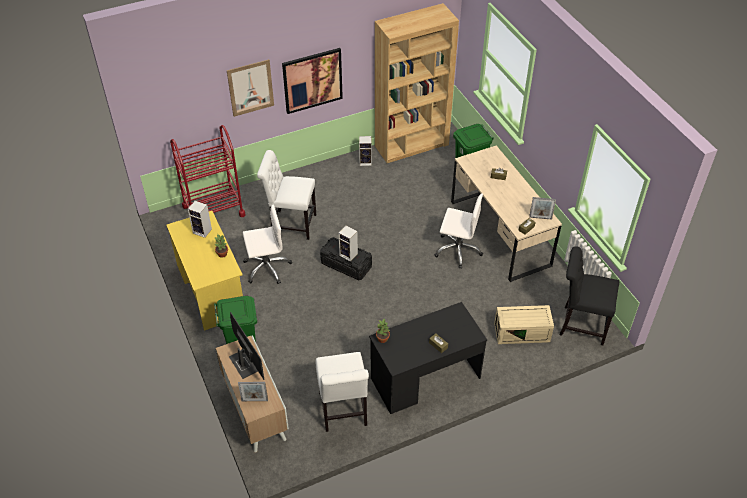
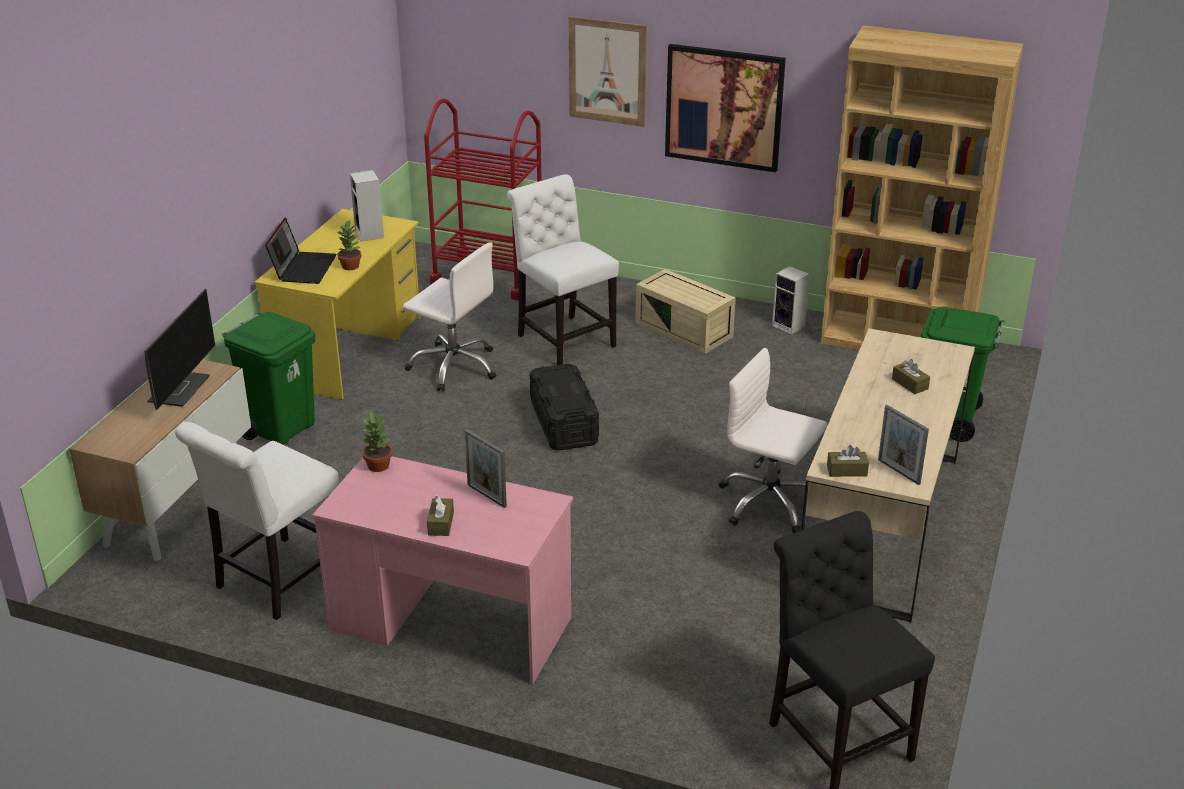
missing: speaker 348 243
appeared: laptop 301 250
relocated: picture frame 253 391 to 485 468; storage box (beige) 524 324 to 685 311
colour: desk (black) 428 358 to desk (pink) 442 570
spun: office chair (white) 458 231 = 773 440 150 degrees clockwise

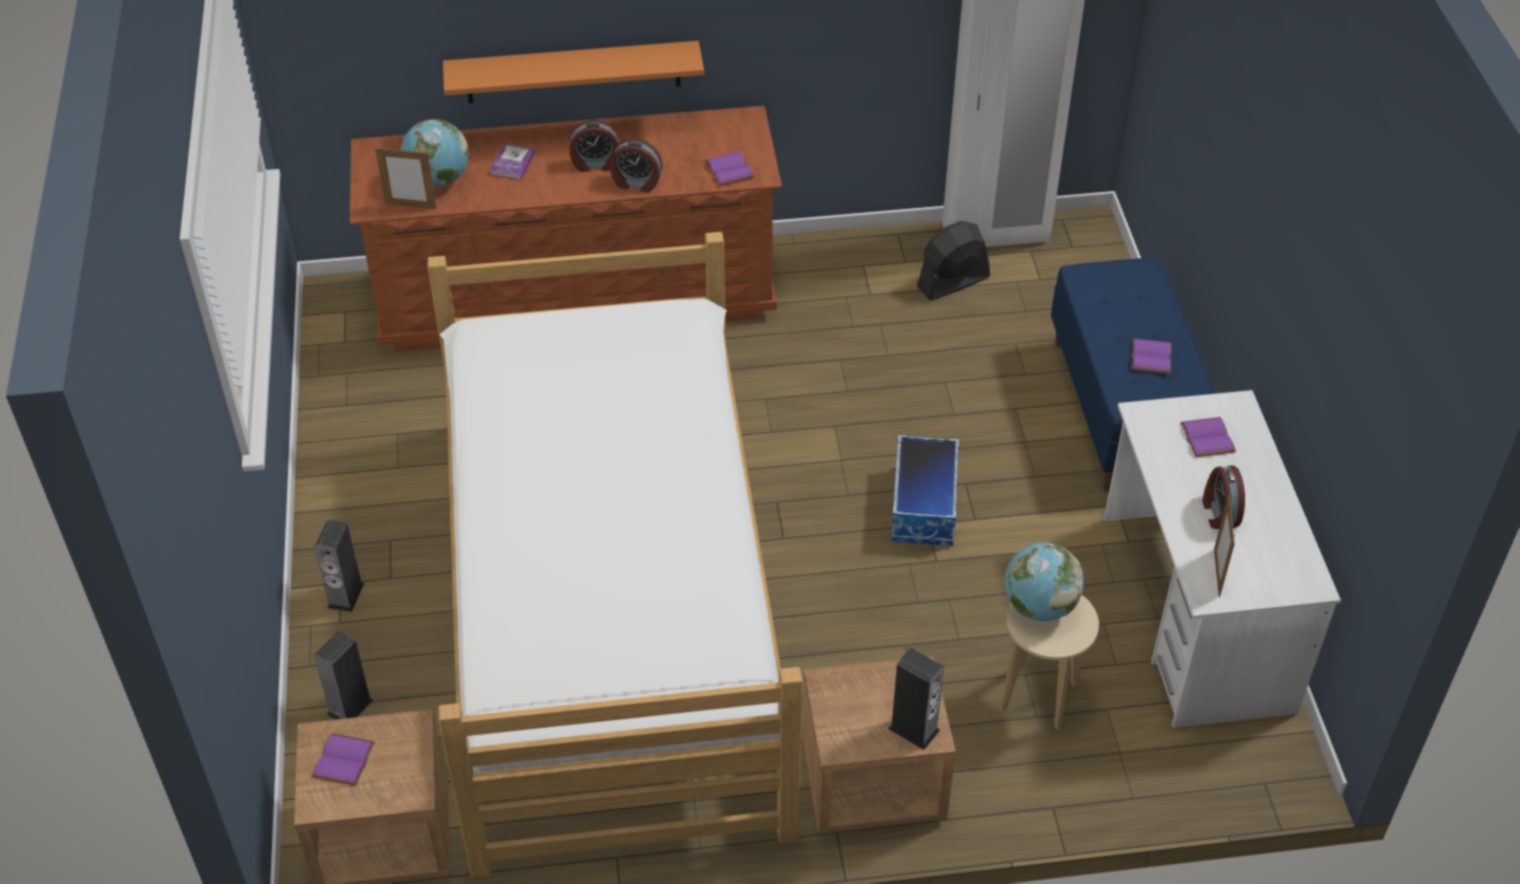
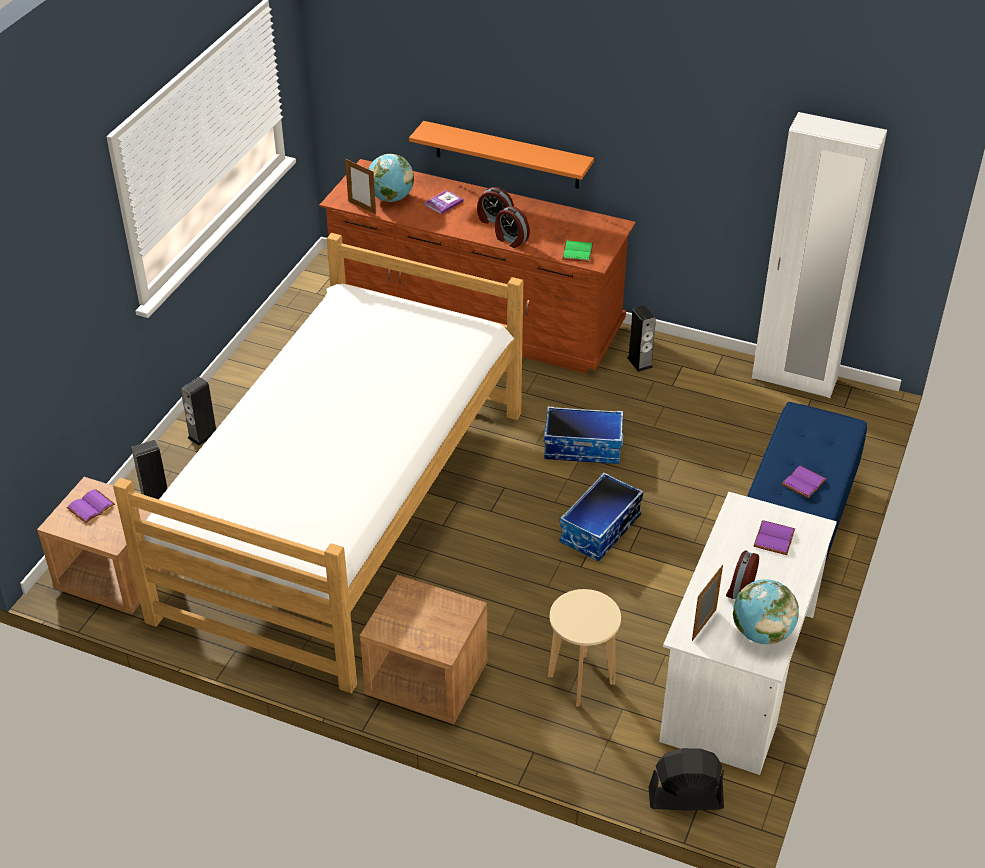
appeared: storage box 583 435
relocated: speaker 916 699 to 641 338; fan (black) 953 260 to 686 779; globe 1044 582 to 766 611
colour: book (purple) 729 169 to book (green) 577 251

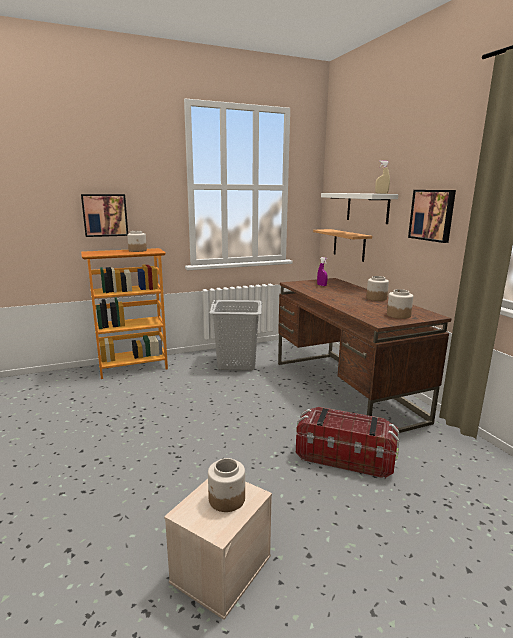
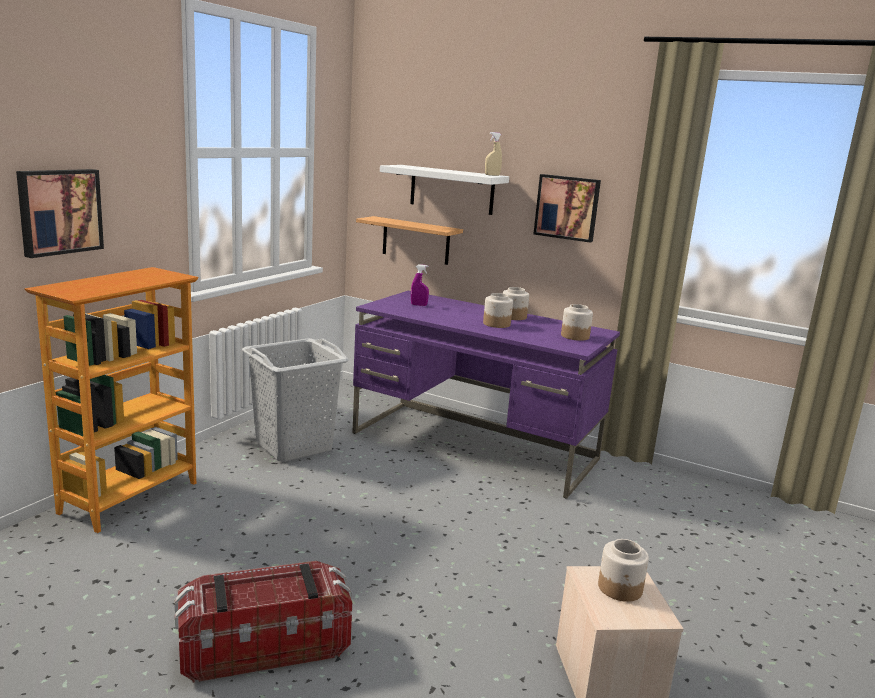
relocated: storage box 348 443 to 263 622; jar 137 241 to 498 310
colour: desk (brown) 364 355 to desk (purple) 486 395

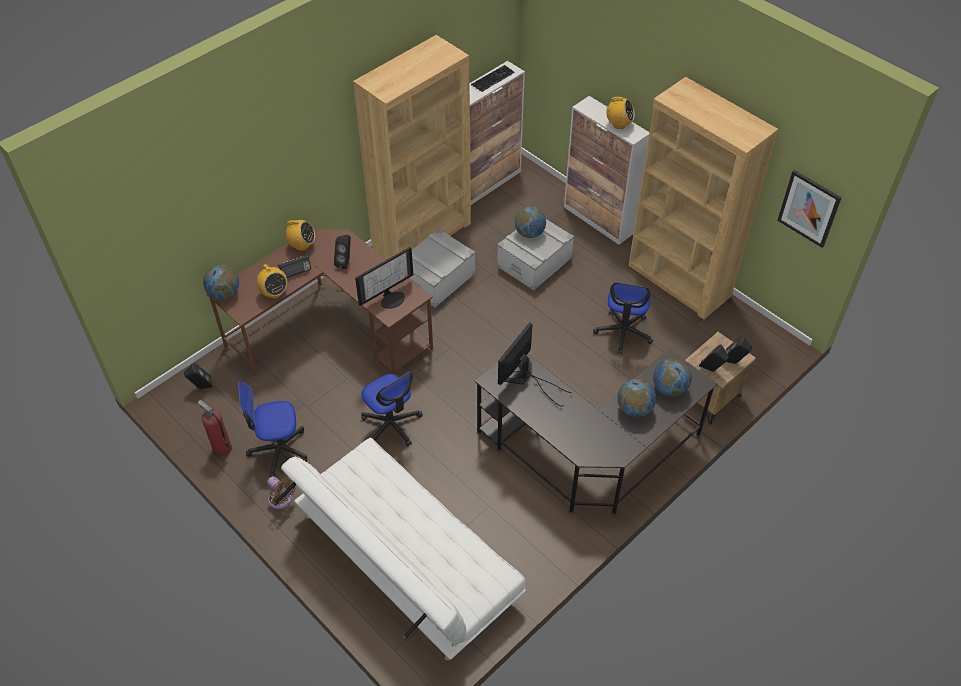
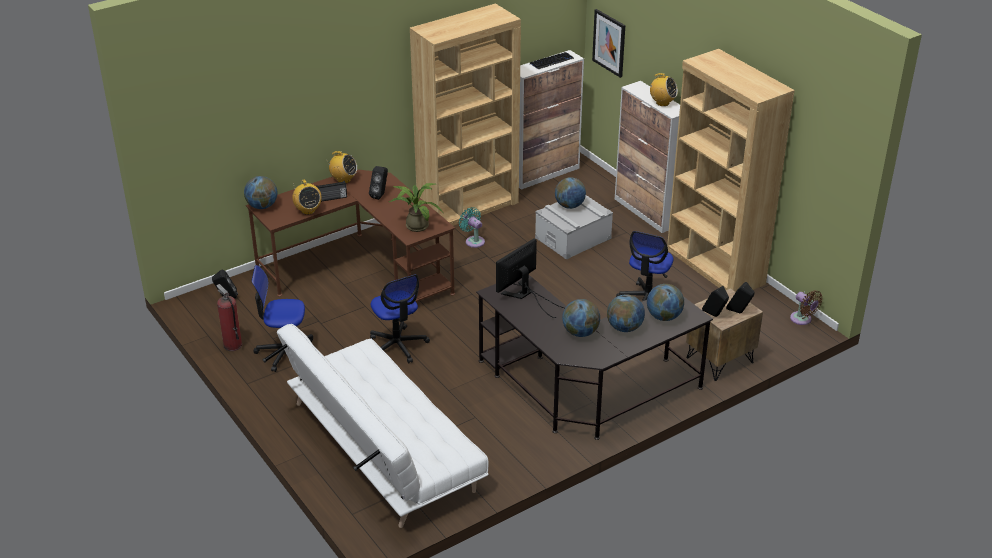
appeared: globe 581 318
relocated: picture 809 209 to 608 43; fan (brown) 281 492 to 806 307
exchanged: monitor 384 277 to potted plant 415 207; storage box (grey) 442 267 to fan (turquoise) 472 227

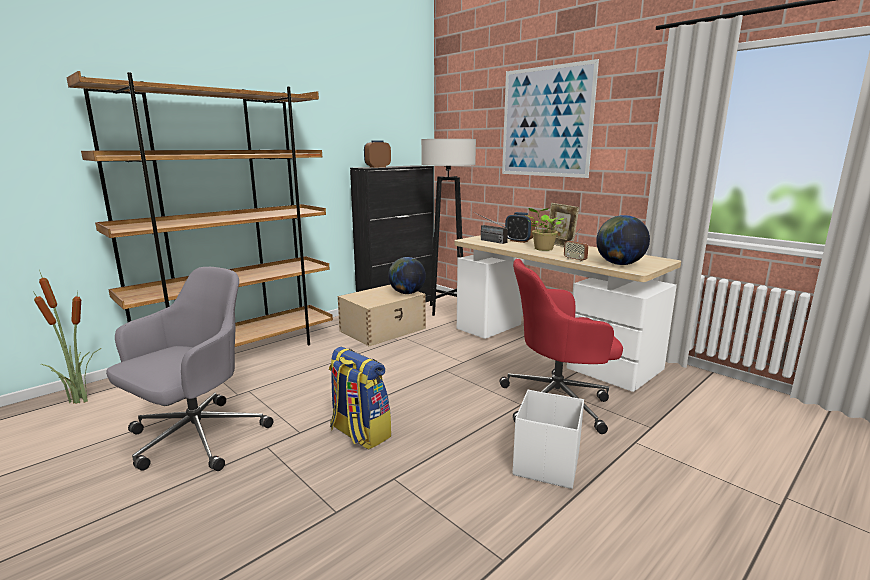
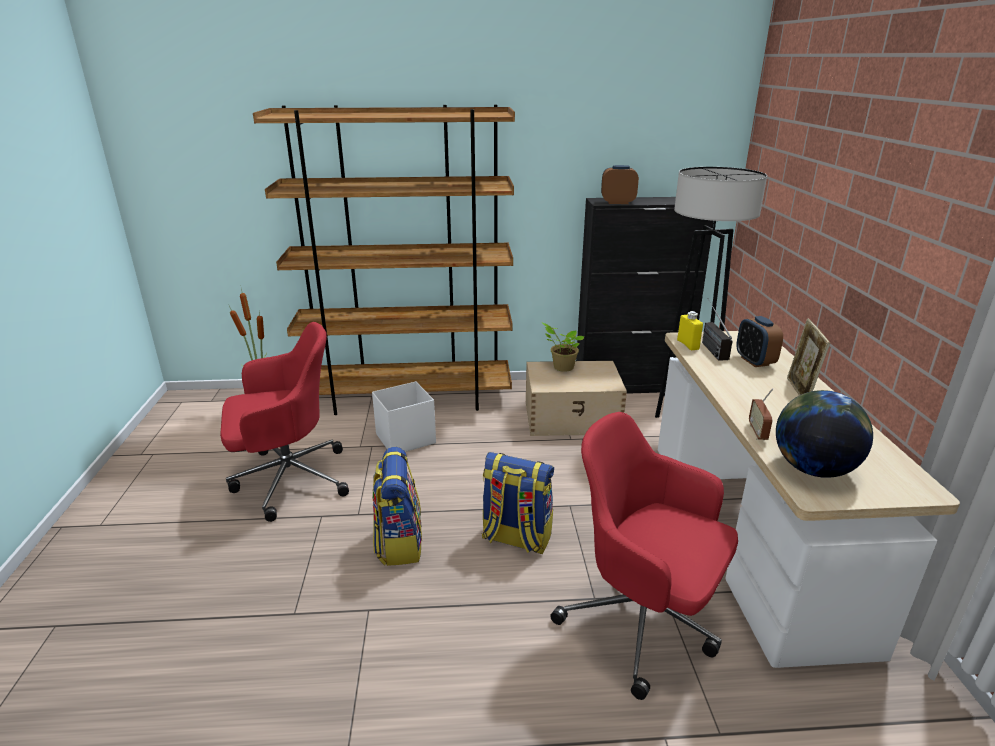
missing: globe 407 275; picture 550 118
appeared: backpack 518 503; bottle (yellow) 690 330
relocated: storage box (white) 548 439 to 404 416; potted plant 545 229 to 562 347
colour: office chair (grey) 189 369 to office chair (red) 284 422

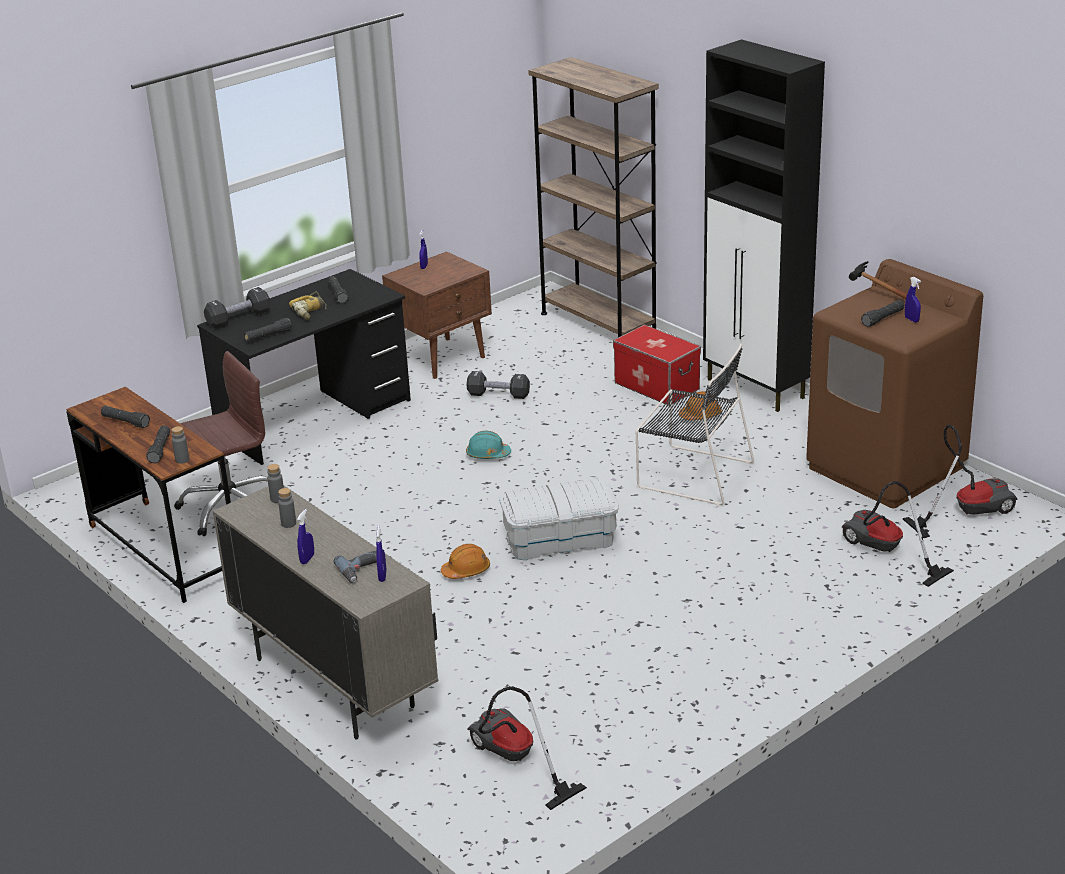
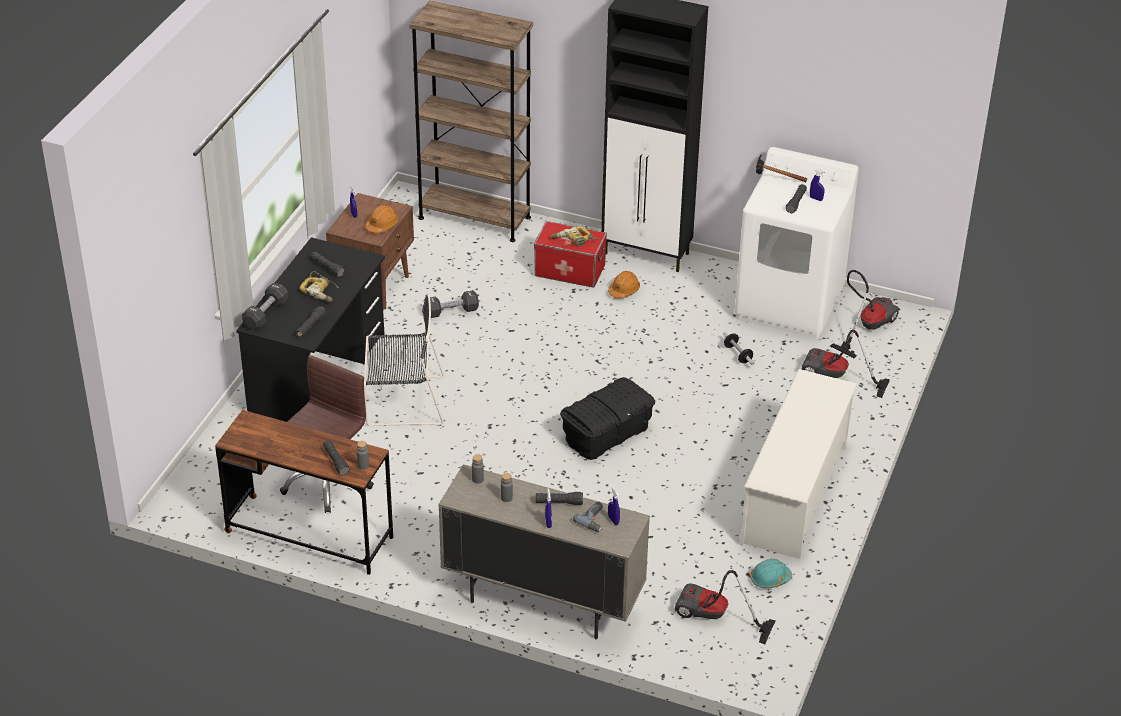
appeared: power drill 574 236; dumbbell 739 348; shoe rack (white) 798 464
relocated: chair (black) 695 424 to 404 359; hard hat (orange) 465 561 to 382 219; flashlight (black) 125 417 to 559 498; hard hat (turquoise) 488 445 to 771 573
colour: storage box (white) 559 519 to storage box (black) 607 418; washing machine (brown) 894 383 to washing machine (white) 797 243

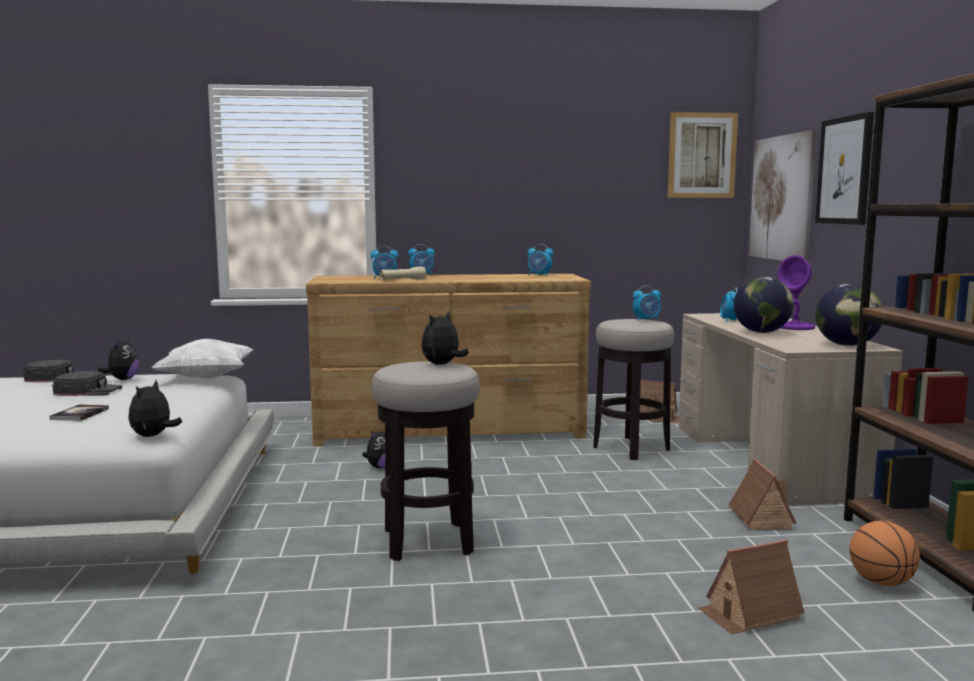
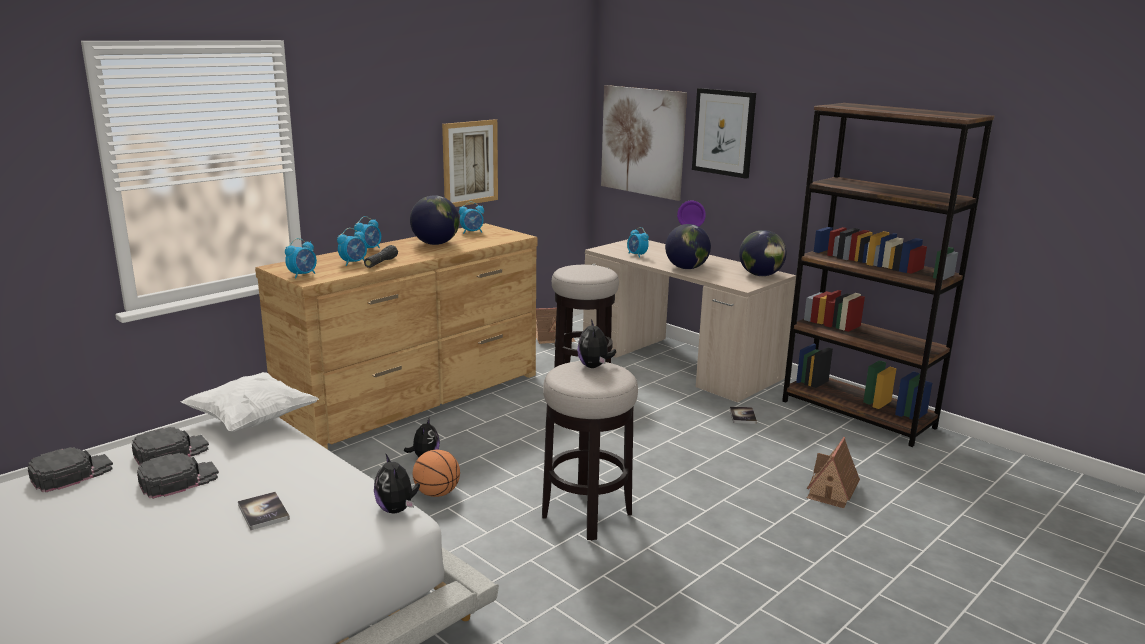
appeared: globe 434 220
relocated: alarm clock 647 303 to 301 258; basketball 884 553 to 436 473; picture 703 155 to 470 163
exchanged: plush toy 118 358 to cap (black) 170 446; toy house 763 494 to book 743 415
colour: flashlight (beige) 403 273 to flashlight (black) 381 256

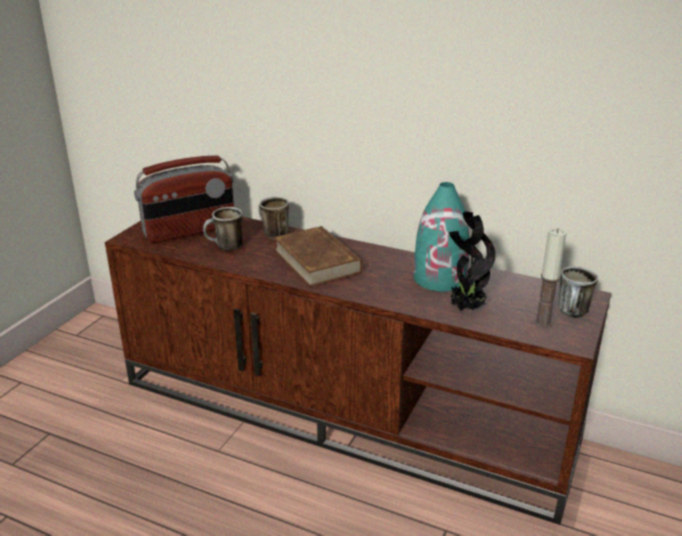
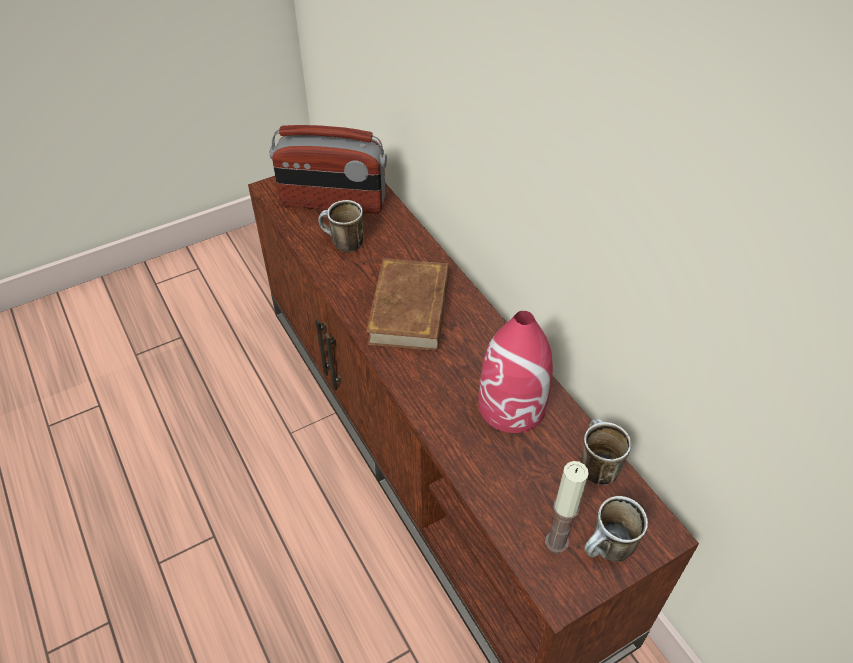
missing: potted plant 472 261
relocated: mug 273 218 to 606 452
colour: vase (turquoise) 442 237 to vase (red) 515 372

